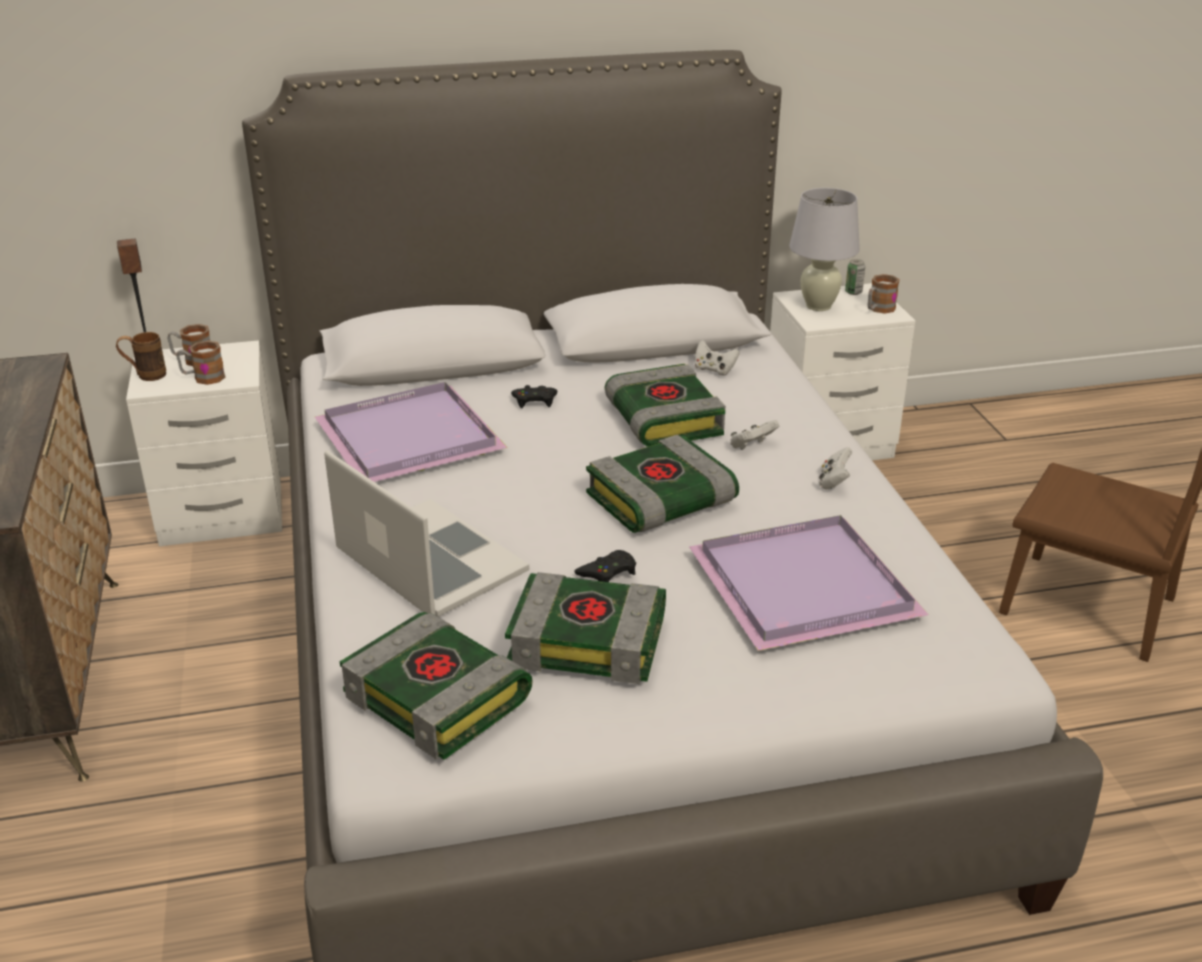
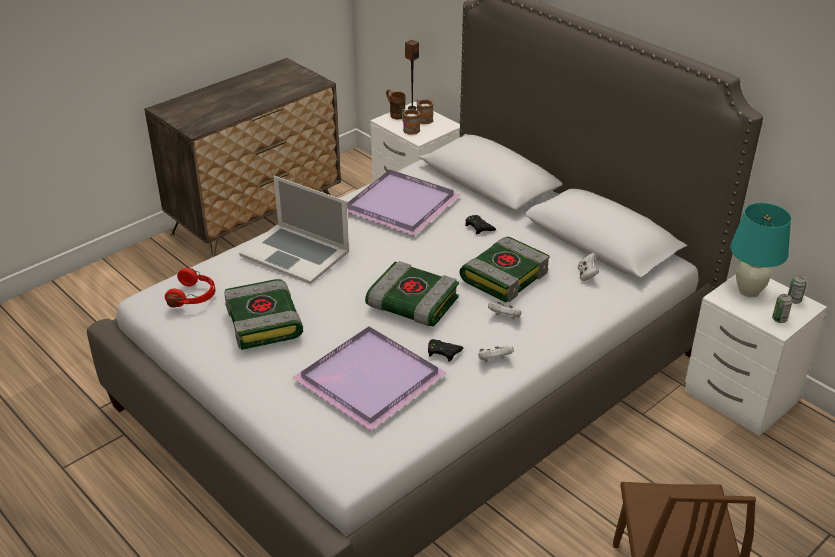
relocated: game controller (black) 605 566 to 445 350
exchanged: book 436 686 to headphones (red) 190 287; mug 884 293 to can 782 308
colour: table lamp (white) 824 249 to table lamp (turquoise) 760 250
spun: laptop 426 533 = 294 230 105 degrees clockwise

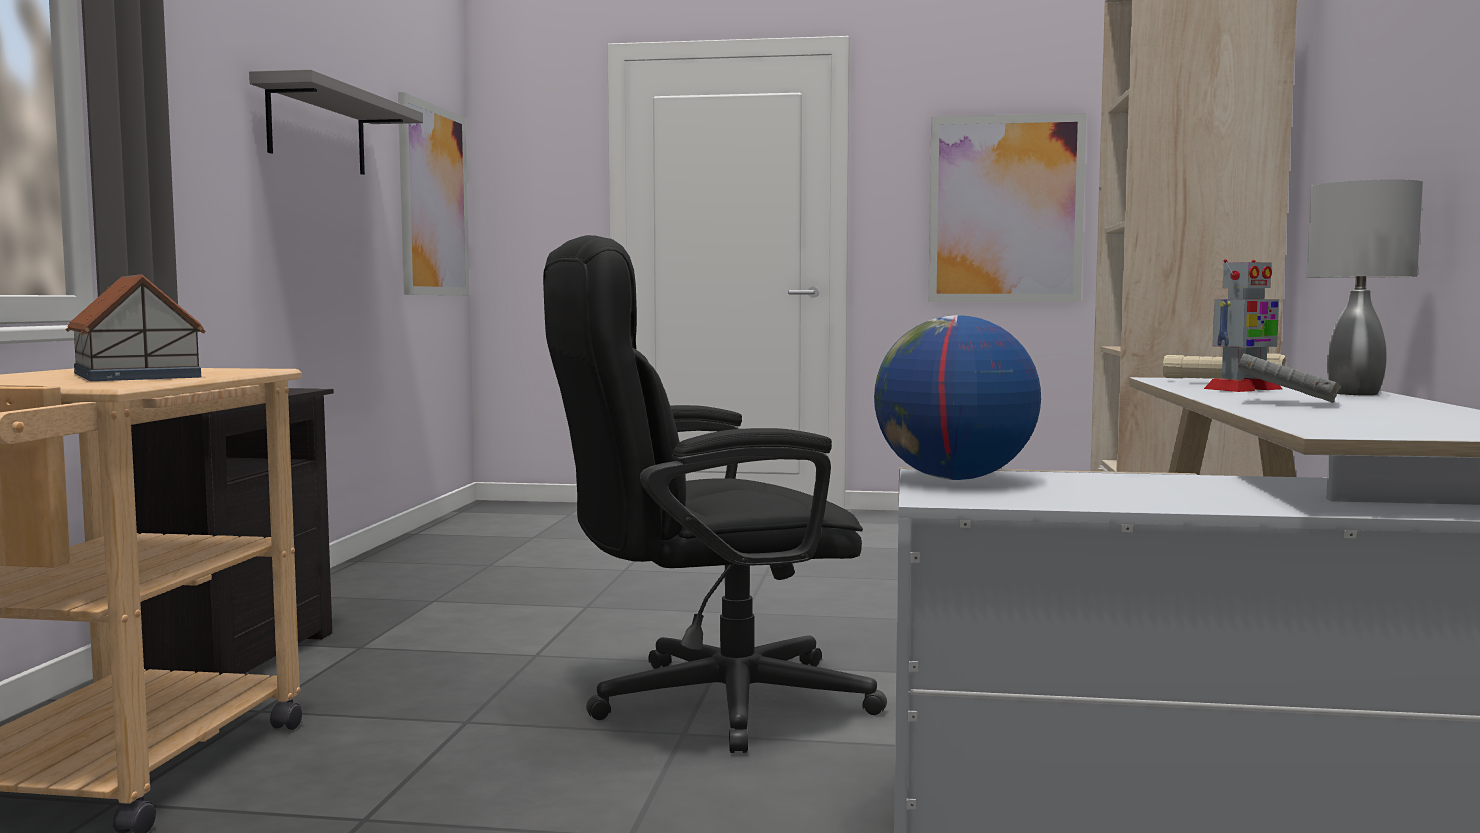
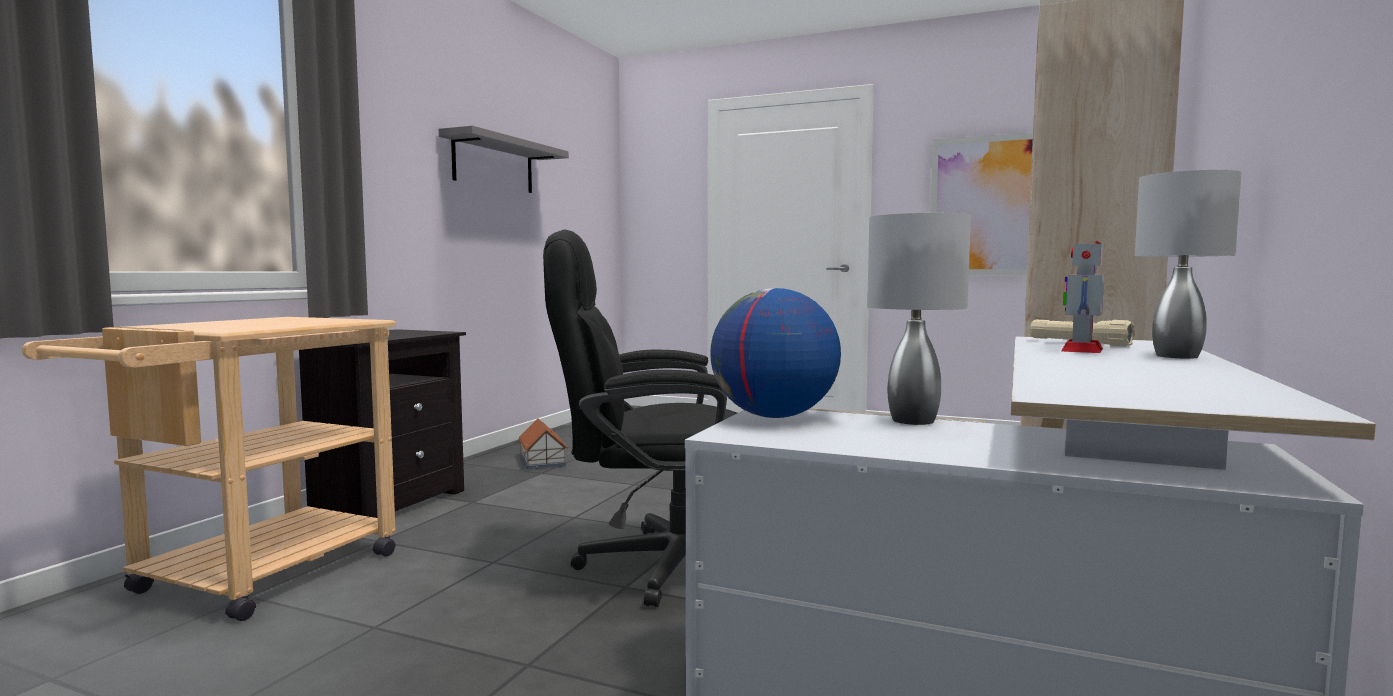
missing: picture 434 193; book (grey) 1289 378
appeared: table lamp (grey) 919 319
relocated: toy house 135 327 to 543 444
spun: toy robot 1243 325 = 1082 296 135 degrees clockwise

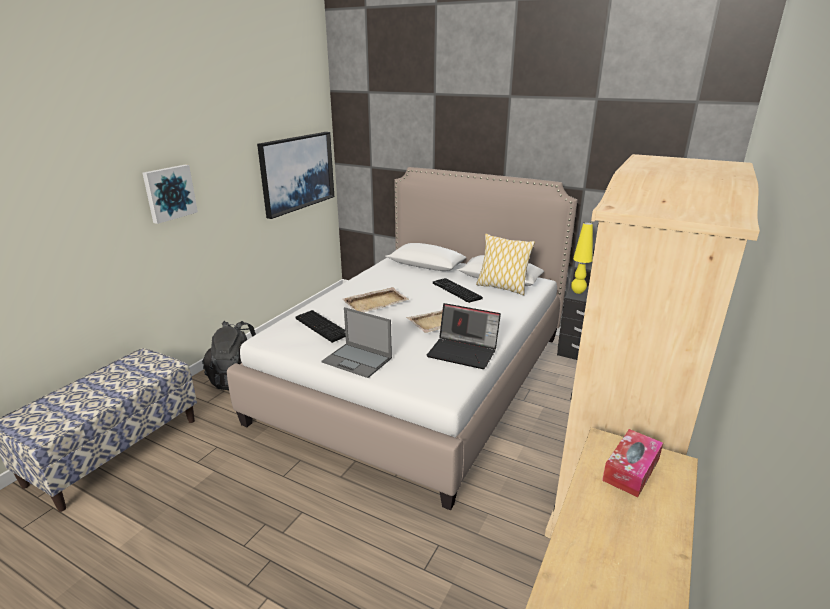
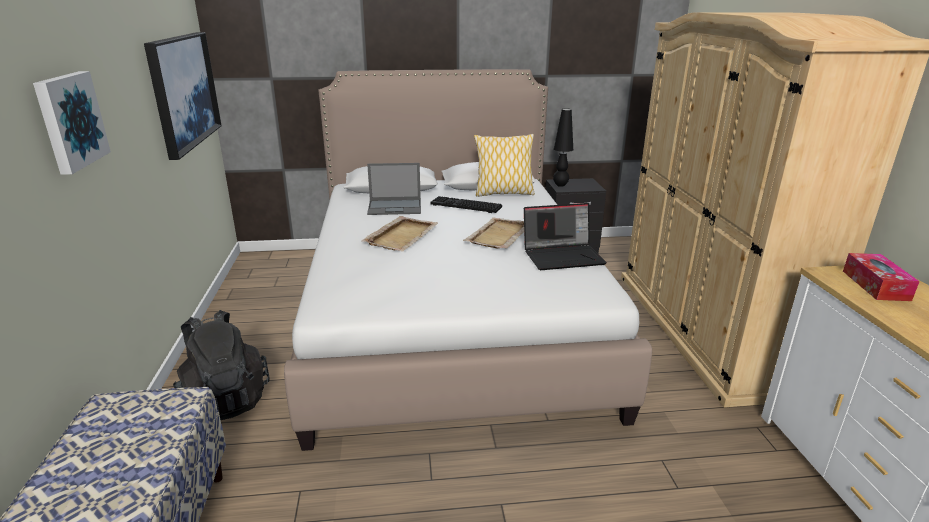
missing: keyboard 320 326
relocated: laptop 356 342 to 394 189
colour: table lamp (yellow) 582 258 to table lamp (black) 563 147

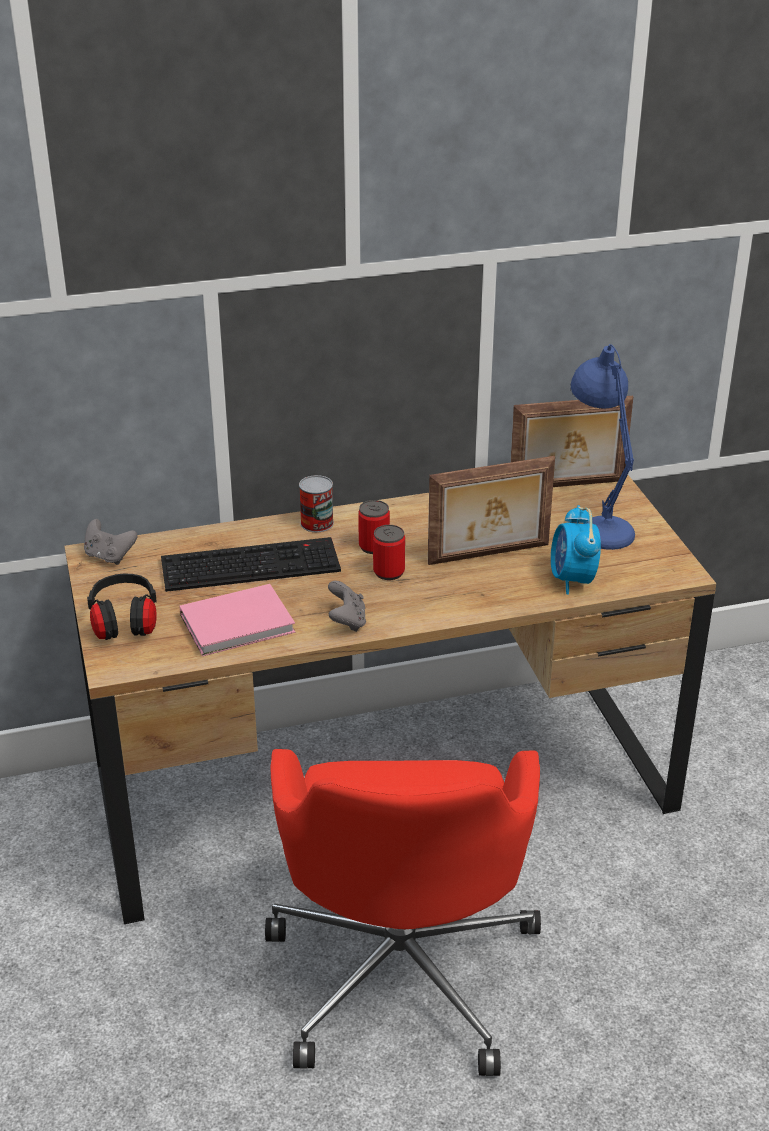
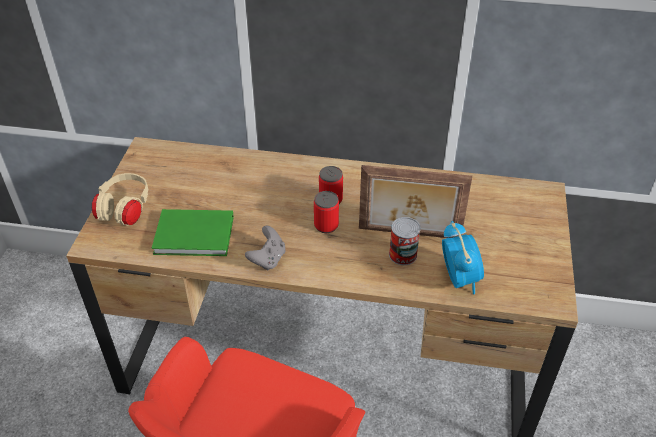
missing: game controller (grey) 110 542; keyboard 251 564; picture frame 572 441; table lamp (blue) 603 447
relocated: can 316 503 to 405 241
colour: headphones (black) 122 606 to headphones (beige) 120 199; book (pink) 237 620 to book (green) 193 232
spun: alarm clock 576 550 = 463 257 150 degrees clockwise

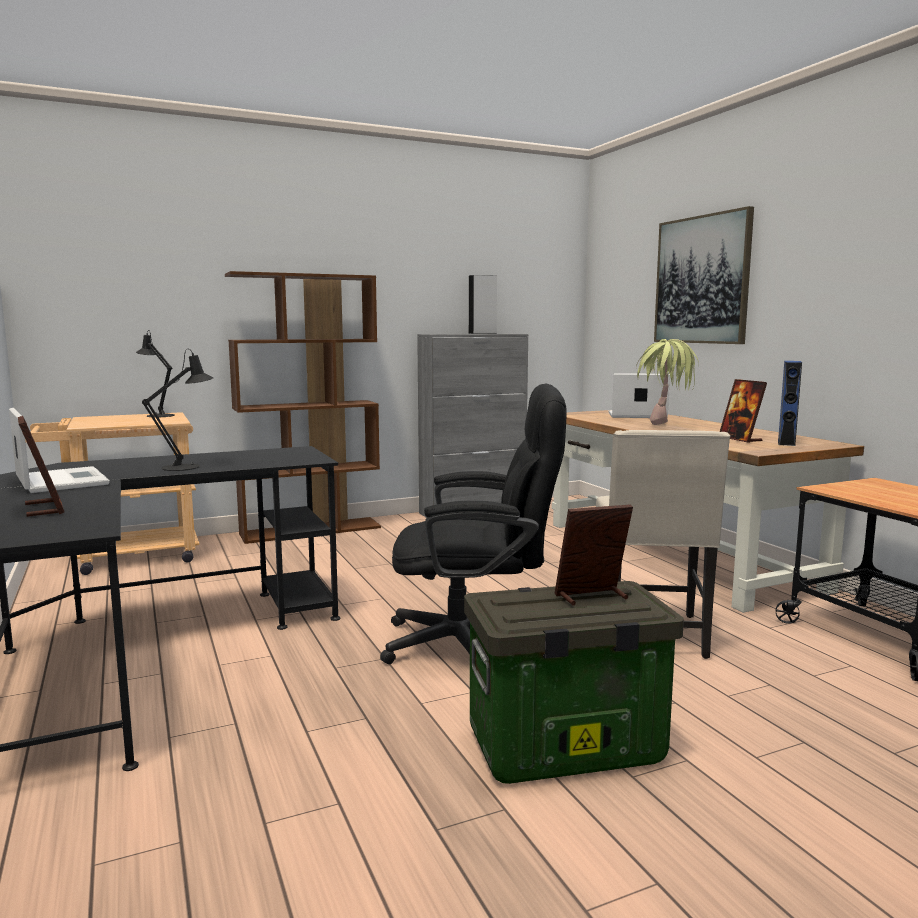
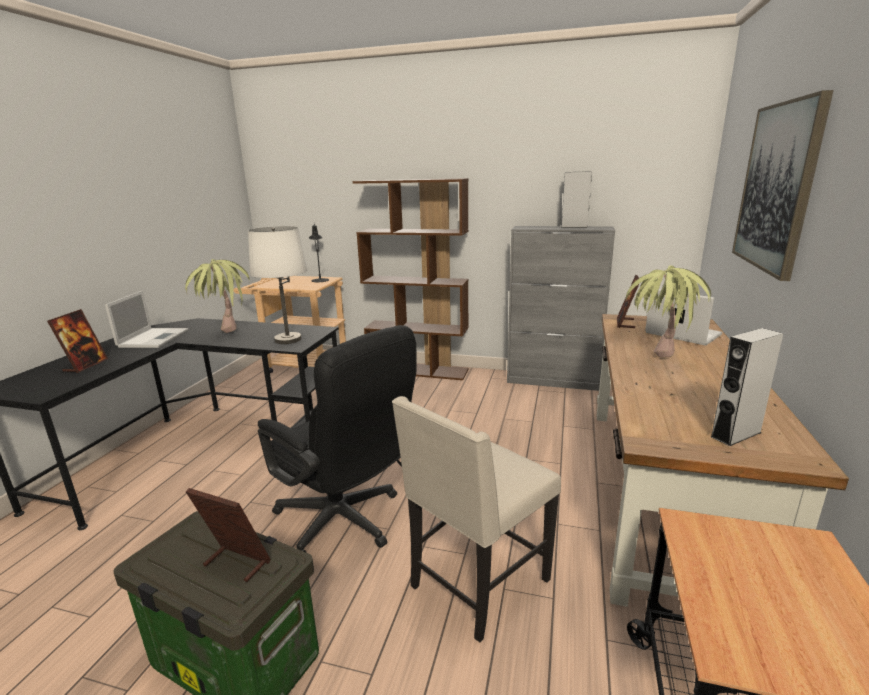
appeared: table lamp (white) 277 285
relocated: picture frame 743 411 to 628 301
exchanged: table lamp (black) 177 410 to potted plant 217 296
colour: speaker (blue) 790 403 to speaker (grey) 747 387

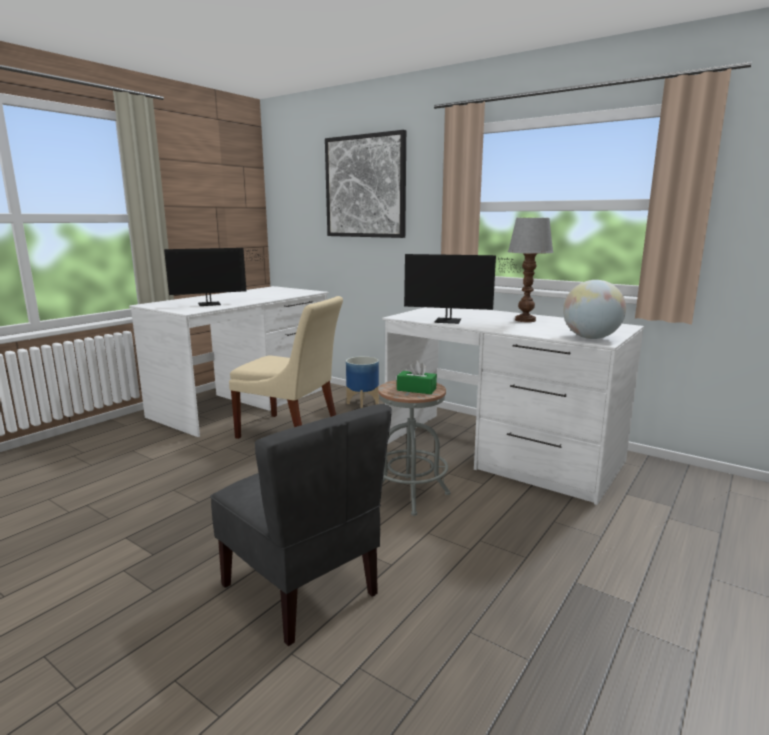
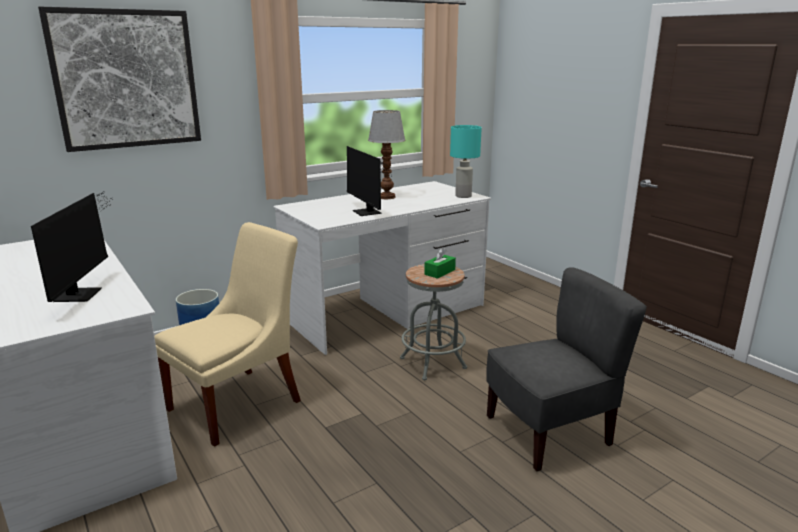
exchanged: globe 594 309 to table lamp (turquoise) 466 161
spun: monitor 465 289 = 369 181 120 degrees clockwise

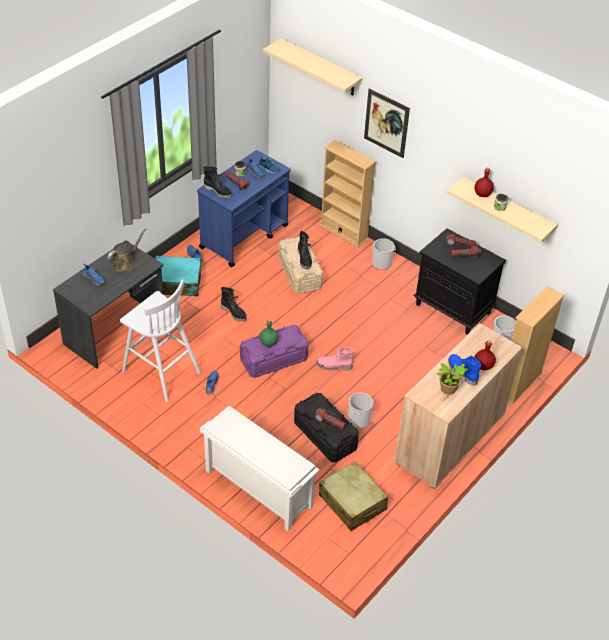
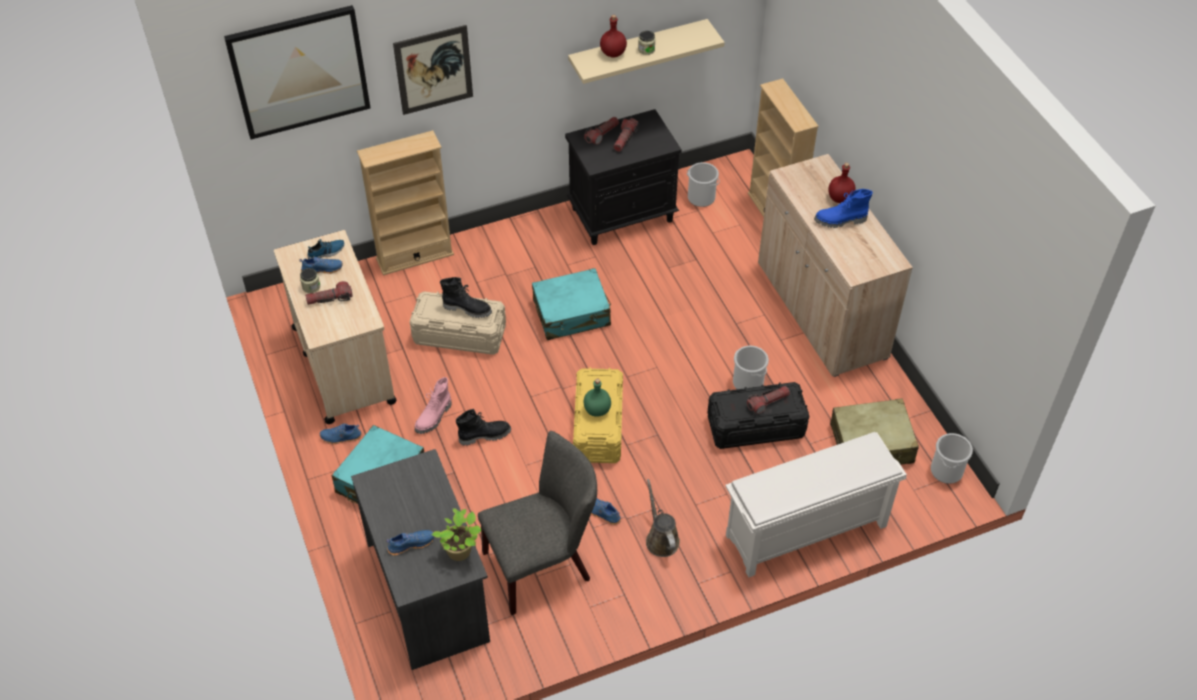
missing: boot (black) 217 182
appeared: suitcase (turquoise) 571 304
relocated: boot (pink) 336 359 to 433 405; potted plant 452 379 to 457 534; watering can (brown) 126 250 to 663 518; bucket 383 254 to 952 458
exchanged: shelf (beige) 312 66 to picture 297 72; stool (white) 160 340 to chair (grey) 537 523
colour: cart (blue) 244 208 to cart (beige) 335 327; storage box (purple) 274 351 to storage box (yellow) 598 415

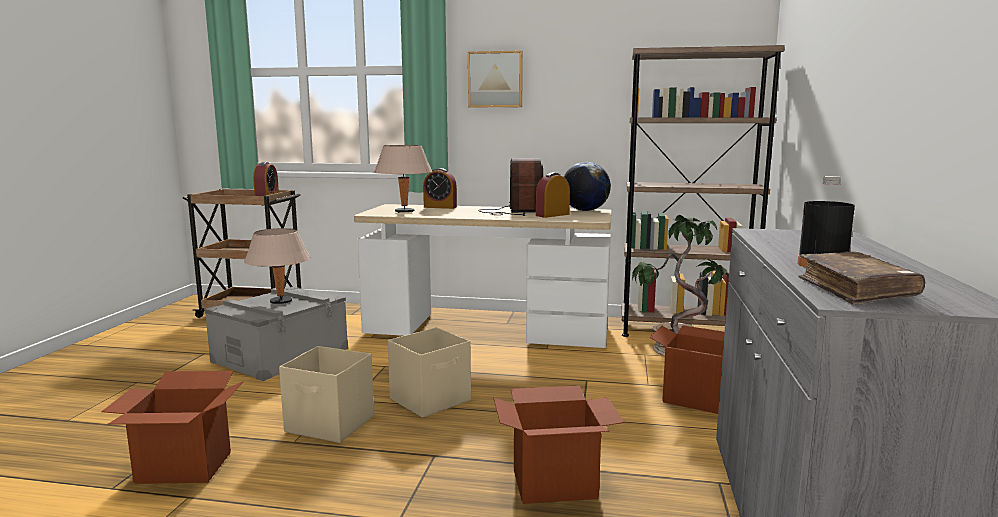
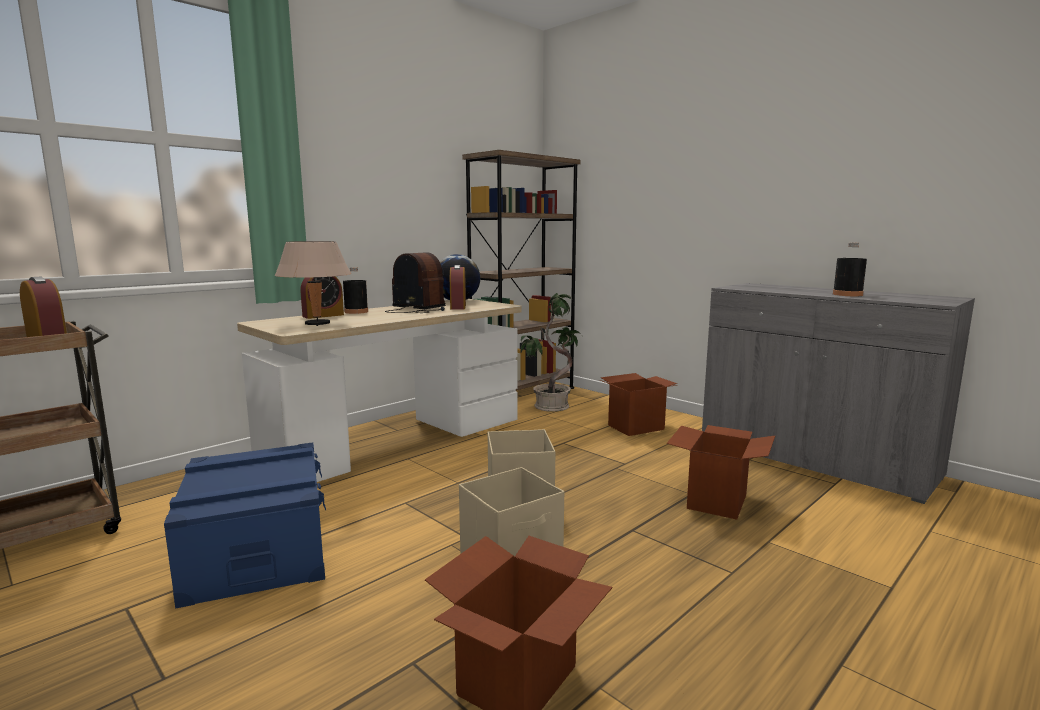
missing: table lamp (beige) 277 266; picture 495 78; book (brown) 861 278
appeared: bottle (black) 355 290
colour: storage box (grey) 276 334 to storage box (blue) 245 525

